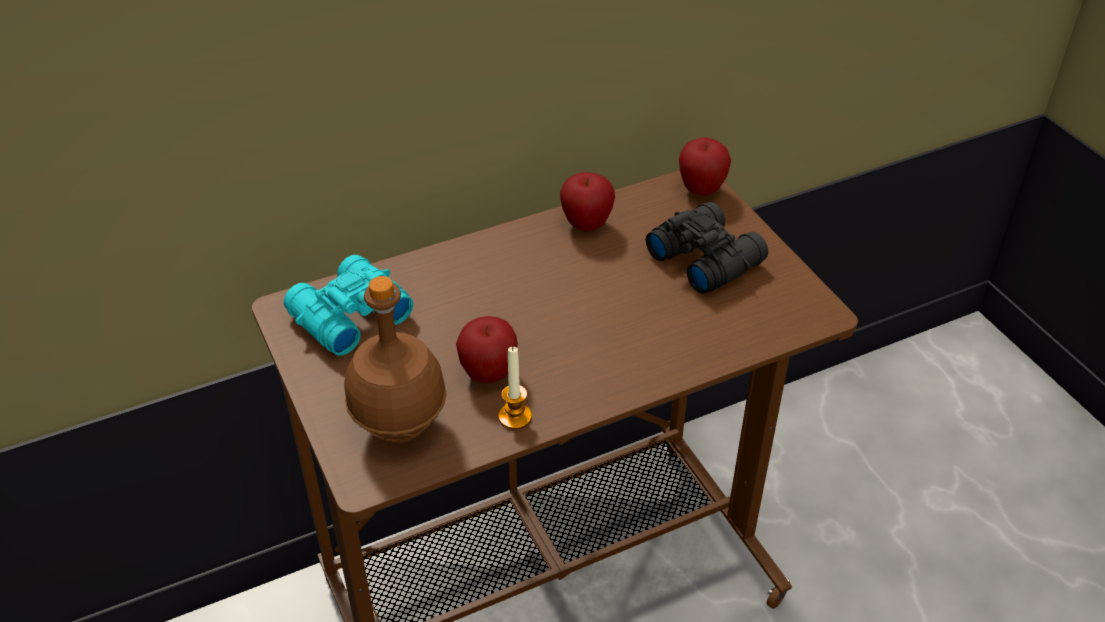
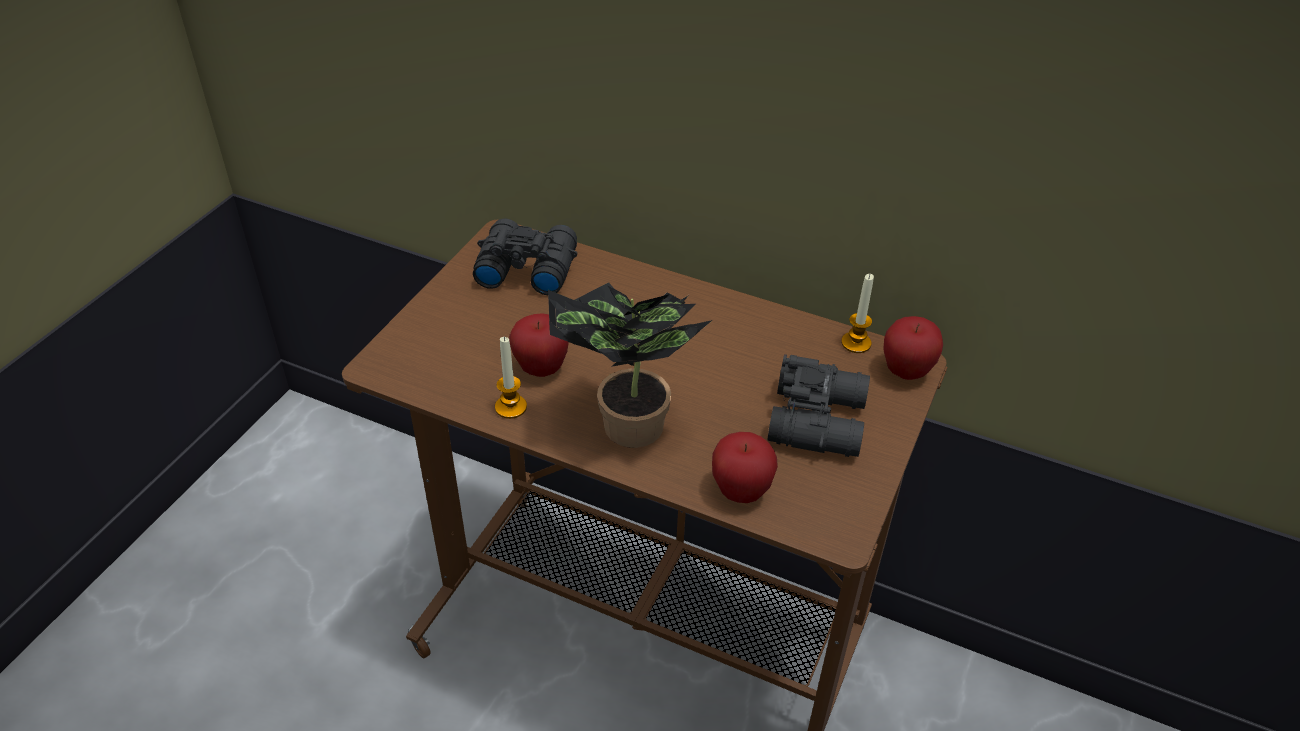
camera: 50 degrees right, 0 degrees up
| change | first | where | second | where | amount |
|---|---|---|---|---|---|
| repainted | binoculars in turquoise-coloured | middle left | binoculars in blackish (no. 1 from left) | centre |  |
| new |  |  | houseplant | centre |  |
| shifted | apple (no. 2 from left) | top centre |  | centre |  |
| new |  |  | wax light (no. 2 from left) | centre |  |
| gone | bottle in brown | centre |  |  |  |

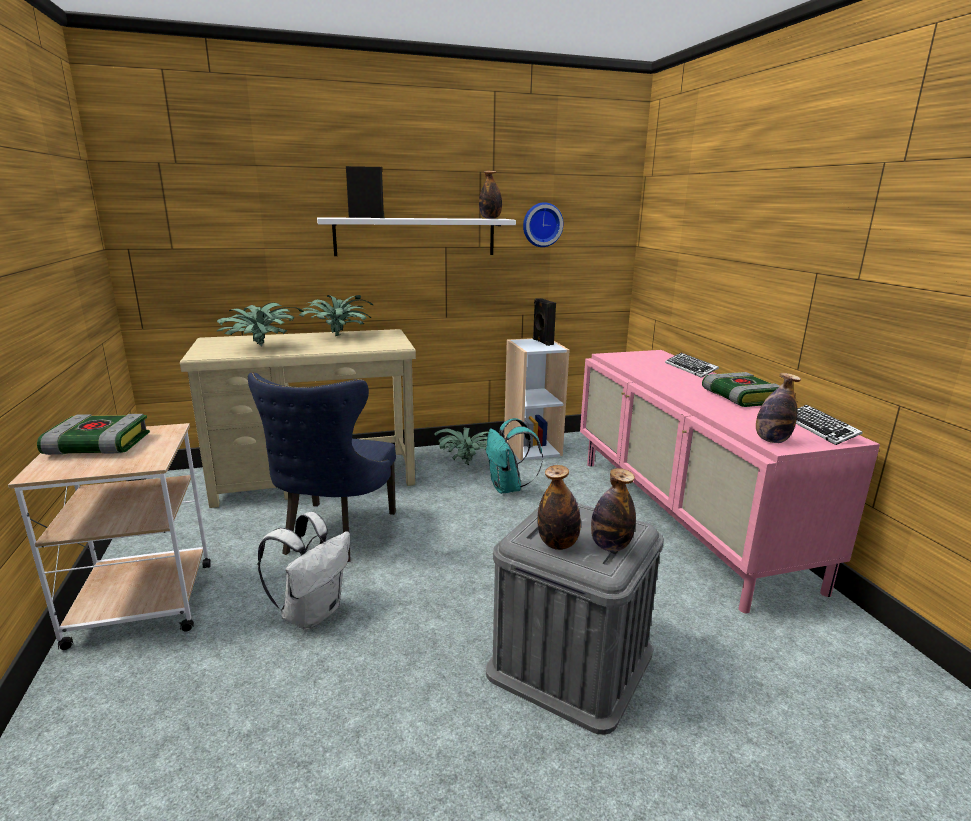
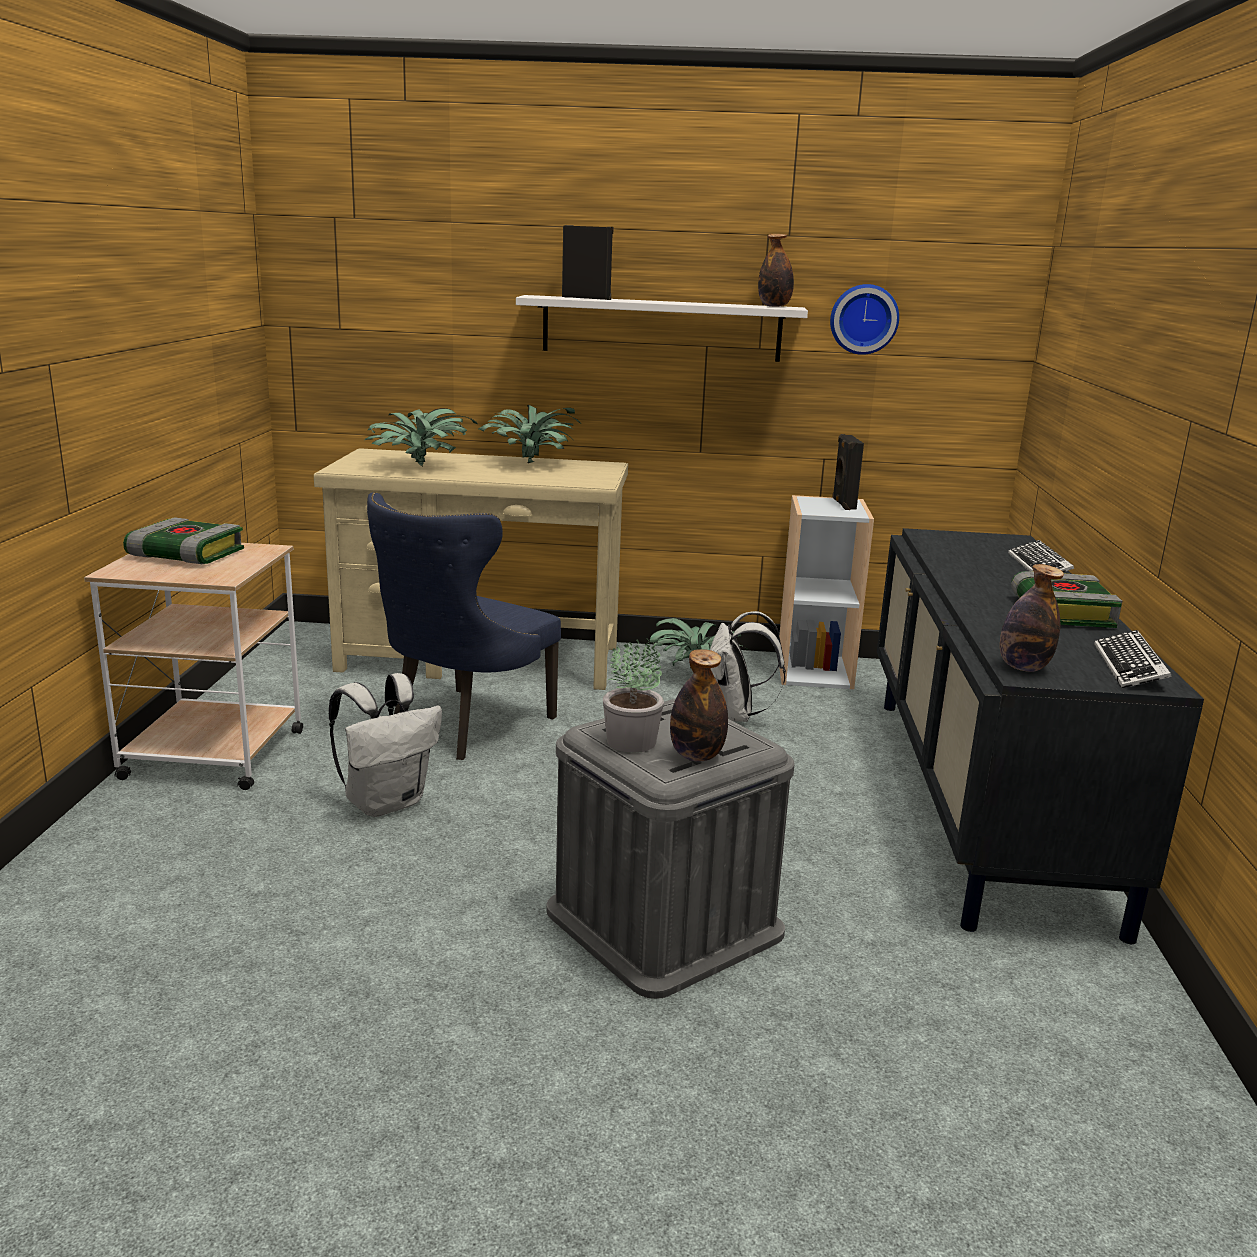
camera: 20 degrees right, 0 degrees up
| change | first | where | second | where | amount |
|---|---|---|---|---|---|
| swapped | bottle (no. 2 from left) | centre | houseplant (no. 3 from left) | centre |  |
| repainted | knapsack in turquoise-coloured | centre | knapsack in white (no. 2 from left) | centre |  |
| repainted | cupboard in pink | middle right | cupboard in blackish | middle right |  |

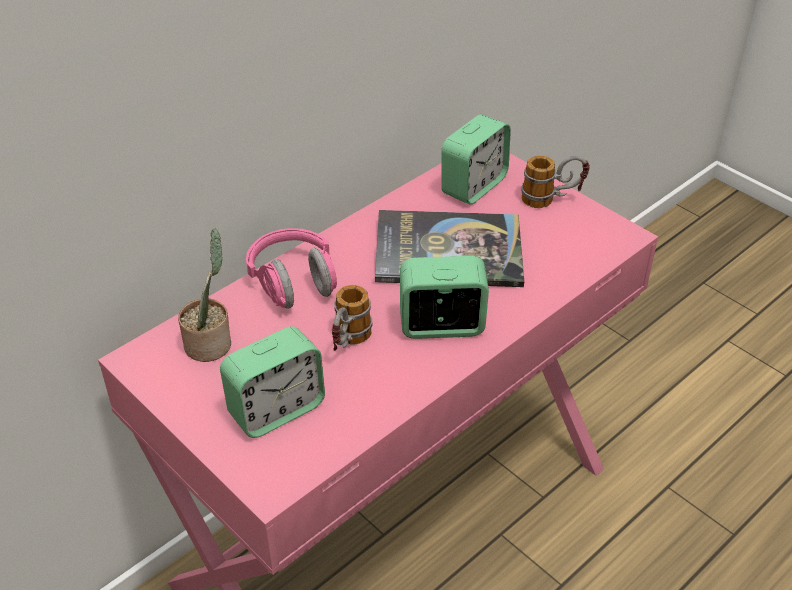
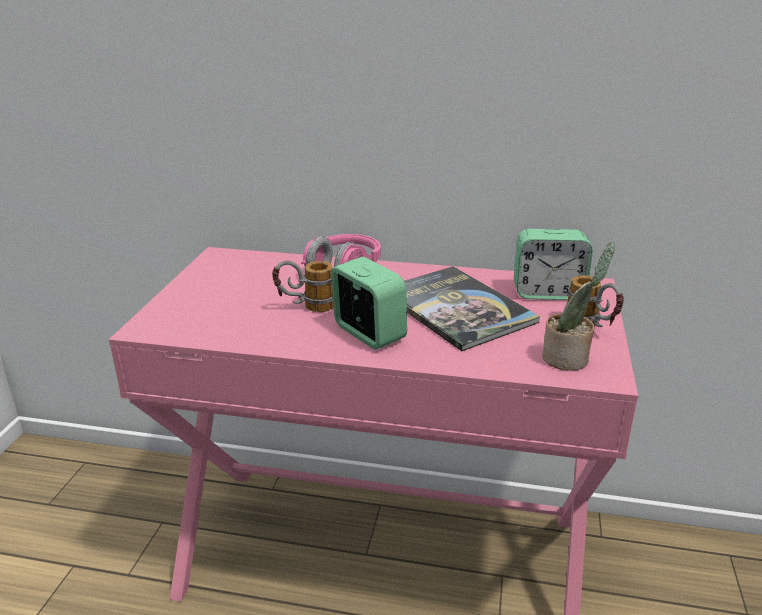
camera: 55 degrees right, 15 degrees down
| change | first | where | second | where | amount |
|---|---|---|---|---|---|
| shifted | houseplant | middle left |  | middle right |  |
| gone | bedside clock (no. 1 from left) | centre |  |  |  |

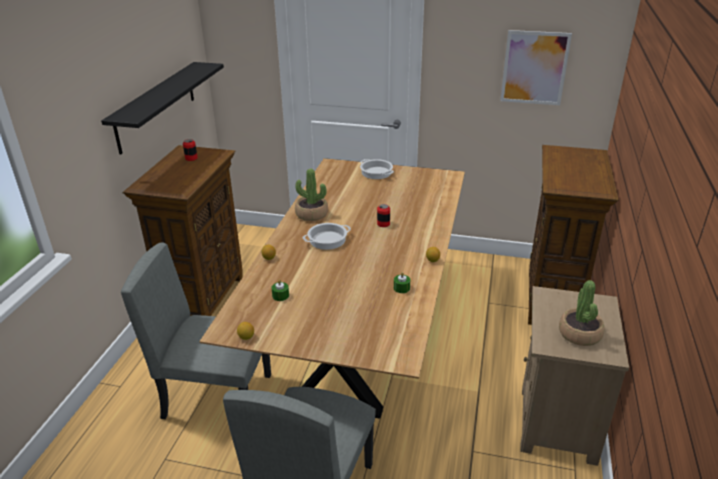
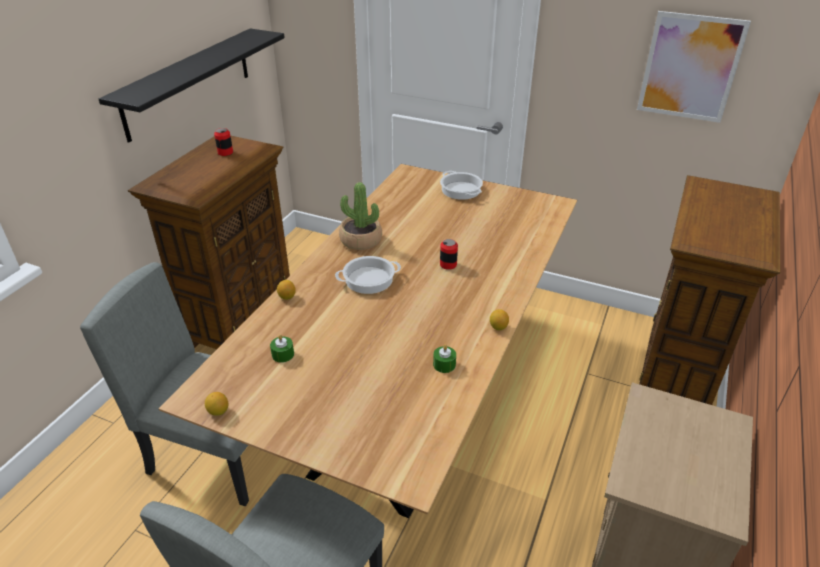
camera: 10 degrees right, 5 degrees up
| change | first | where | second | where | amount |
|---|---|---|---|---|---|
| gone | houseplant (no. 2 from left) | middle right |  |  |  |

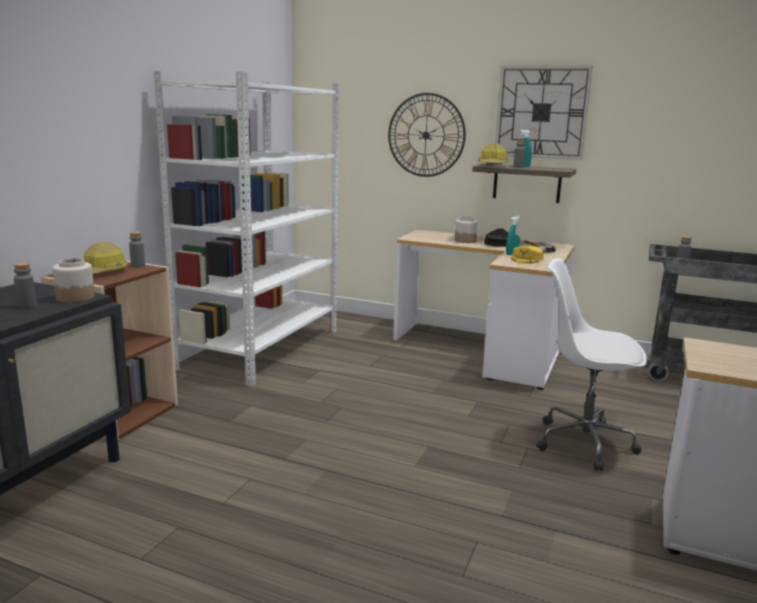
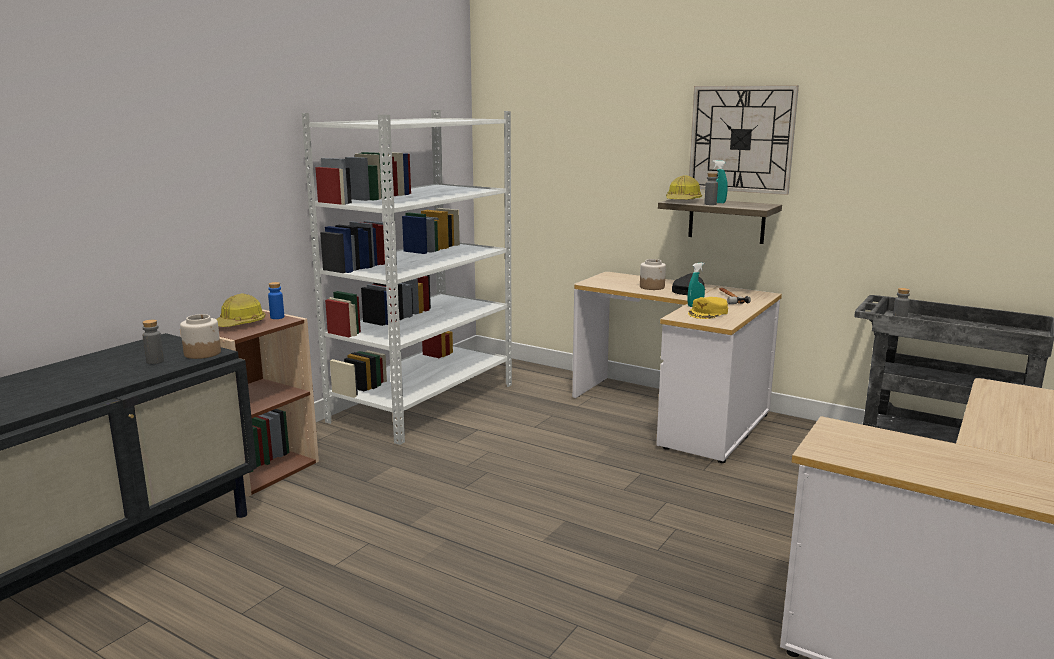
camera: 10 degrees right, 0 degrees up
| change | first | where | second | where | amount |
|---|---|---|---|---|---|
| repainted | bottle in greyish (no. 2 from left) | middle left | bottle in blue | middle left |  |
| gone | wall clock (no. 1 from left) | top centre |  |  |  |
| gone | computer chair in white | middle right |  |  |  |

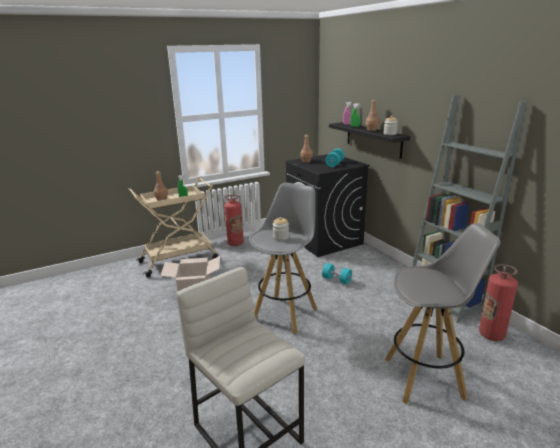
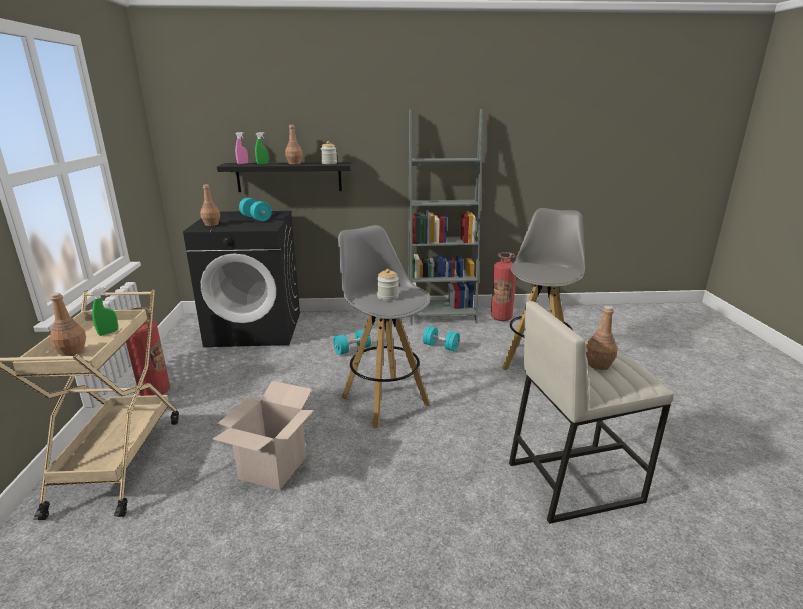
camera: 65 degrees left, 0 degrees up
| change | first | where | second | where | amount |
|---|---|---|---|---|---|
| new |  |  | free weight in turquoise-coloured (no. 3 from left) | centre |  |
| new |  |  | bottle in brown (no. 4 from left) | middle right |  |

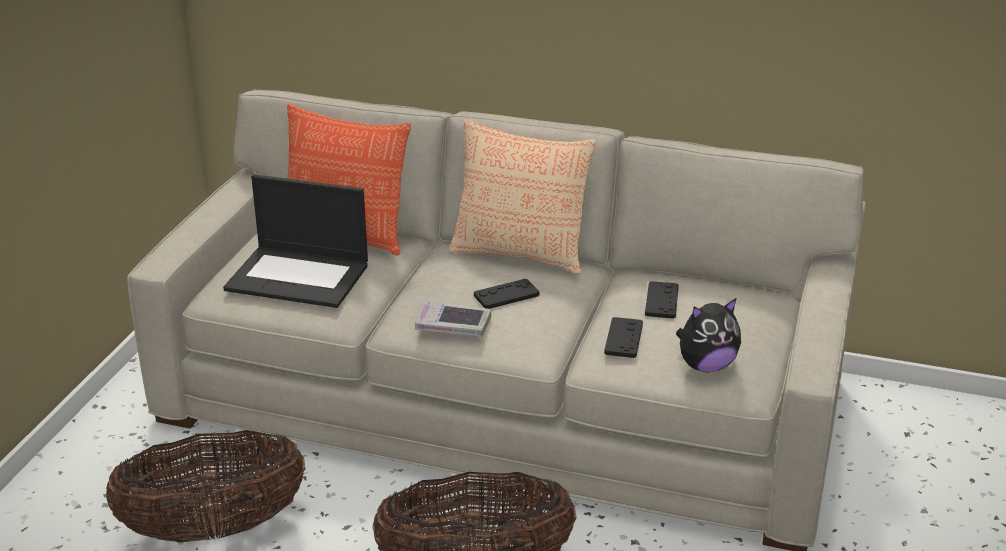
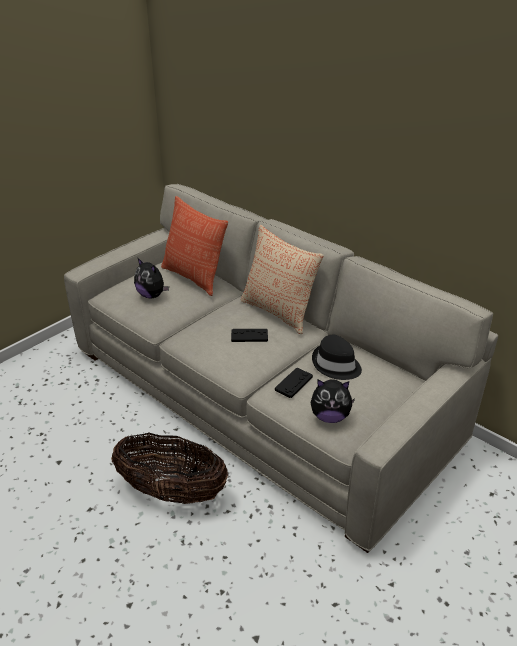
camera: 25 degrees right, 5 degrees up
| change | first | where | second | where | amount |
|---|---|---|---|---|---|
| swapped | notebook computer | middle left | cuddly toy (no. 1 from left) | middle left |  |
| swapped | joypad in blackish (no. 3 from left) | centre | clothing hat in blackish | centre |  |
| gone | household basket (no. 1 from left) | bottom left |  |  |  |
| gone | volume | centre |  |  |  |

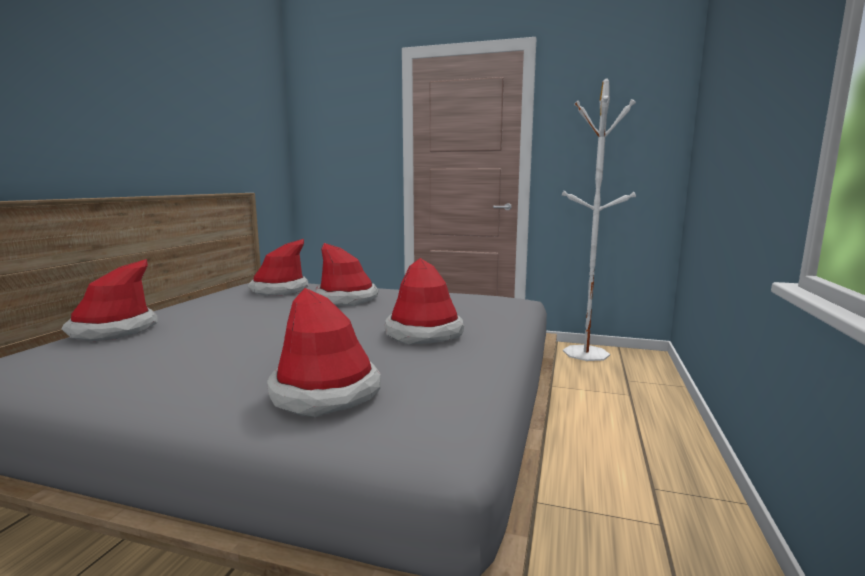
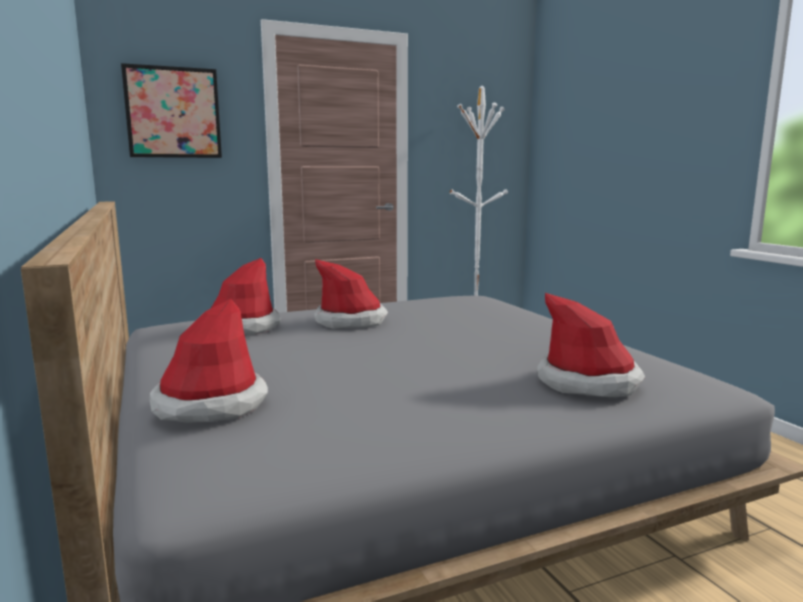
camera: 40 degrees left, 0 degrees up
| change | first | where | second | where | amount |
|---|---|---|---|---|---|
| new |  |  | wall picture | top left |  |
| gone | clothing hat (no. 5 from left) | centre |  |  |  |

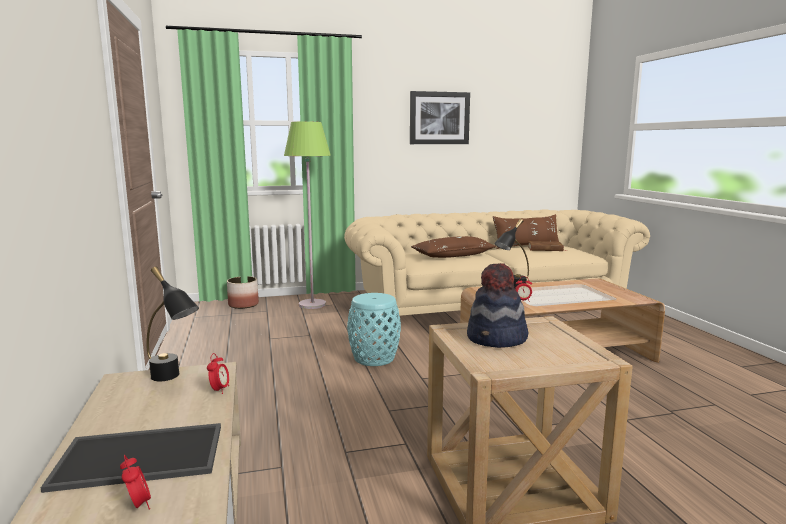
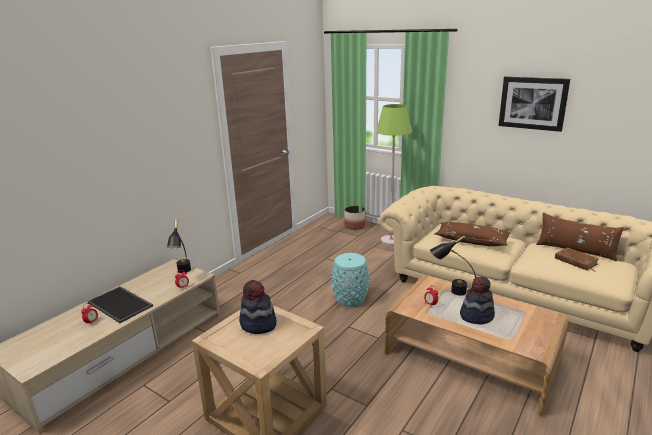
camera: 50 degrees right, 10 degrees up
| change | first | where | second | where | amount |
|---|---|---|---|---|---|
| new |  |  | clothing hat (no. 2 from left) | bottom right |  |

